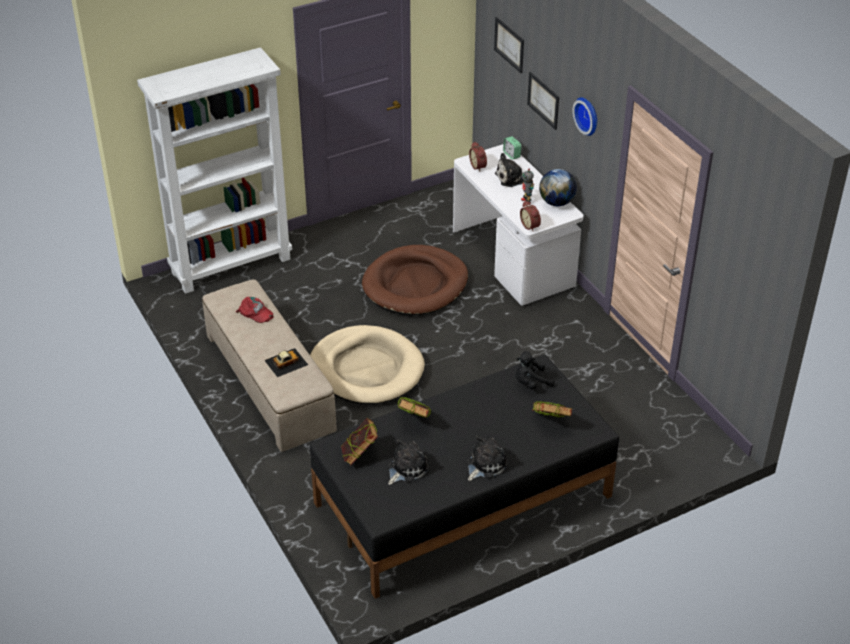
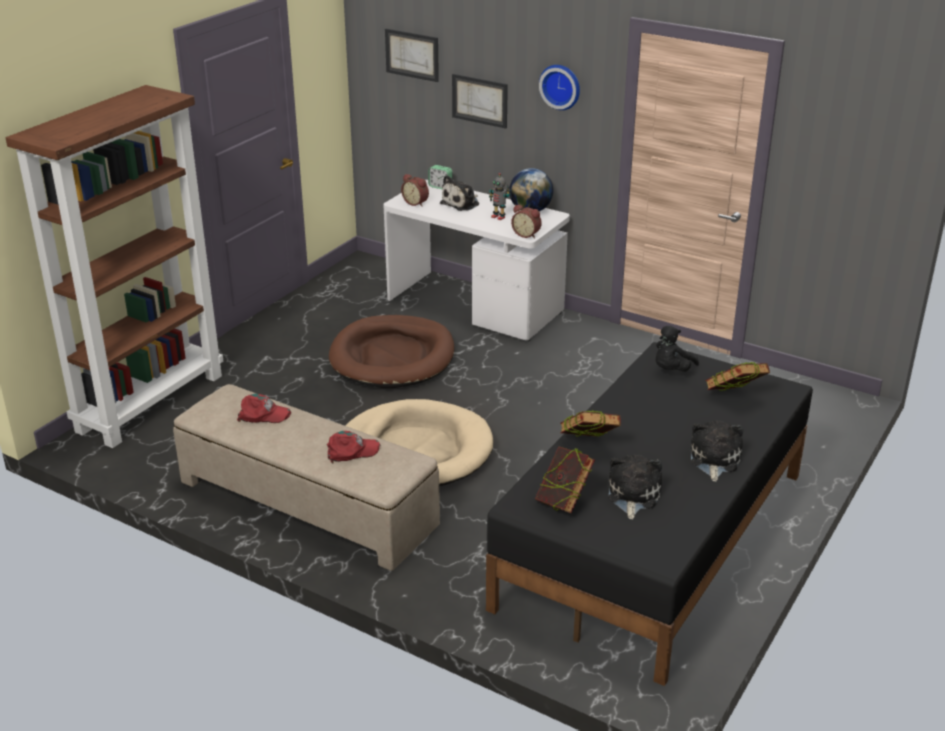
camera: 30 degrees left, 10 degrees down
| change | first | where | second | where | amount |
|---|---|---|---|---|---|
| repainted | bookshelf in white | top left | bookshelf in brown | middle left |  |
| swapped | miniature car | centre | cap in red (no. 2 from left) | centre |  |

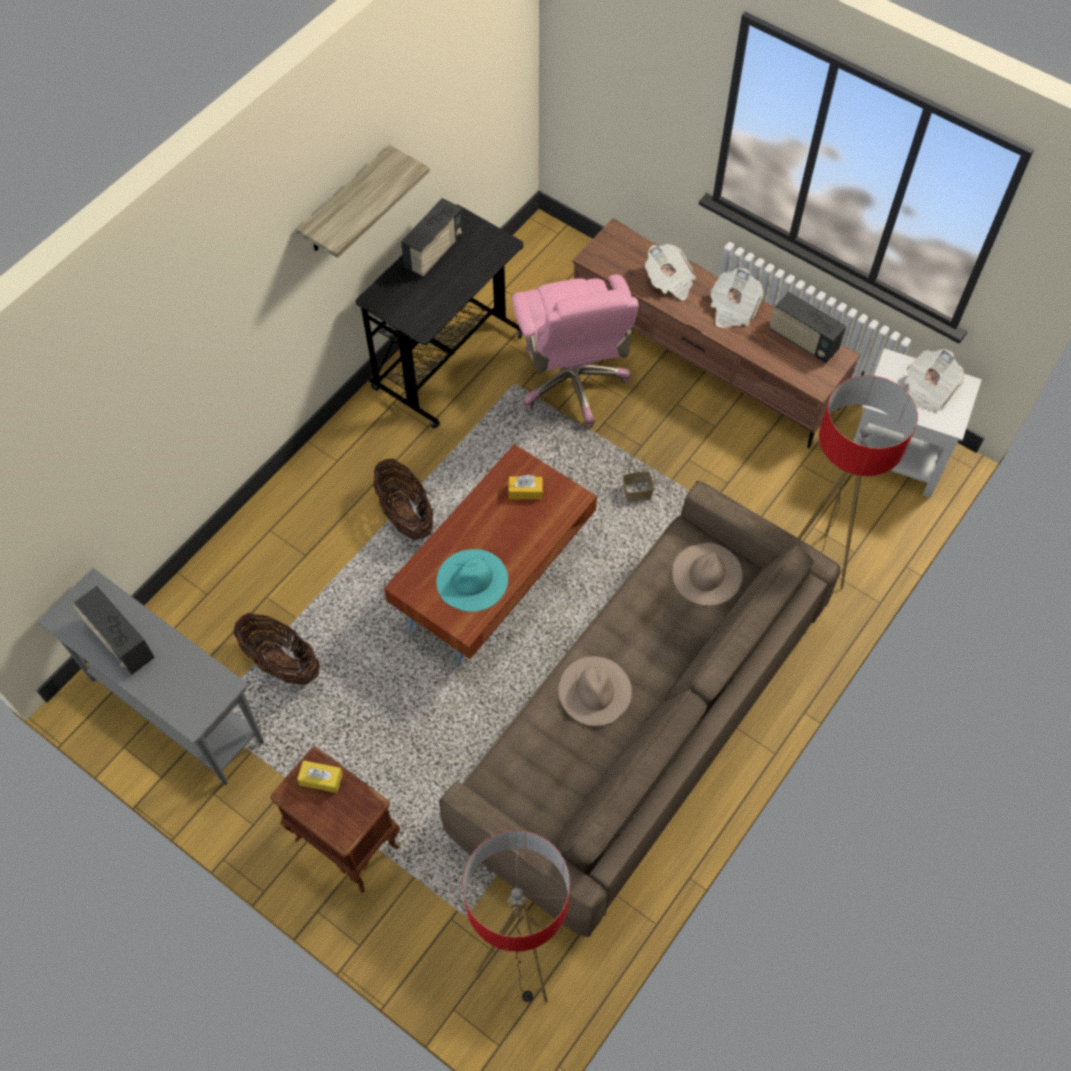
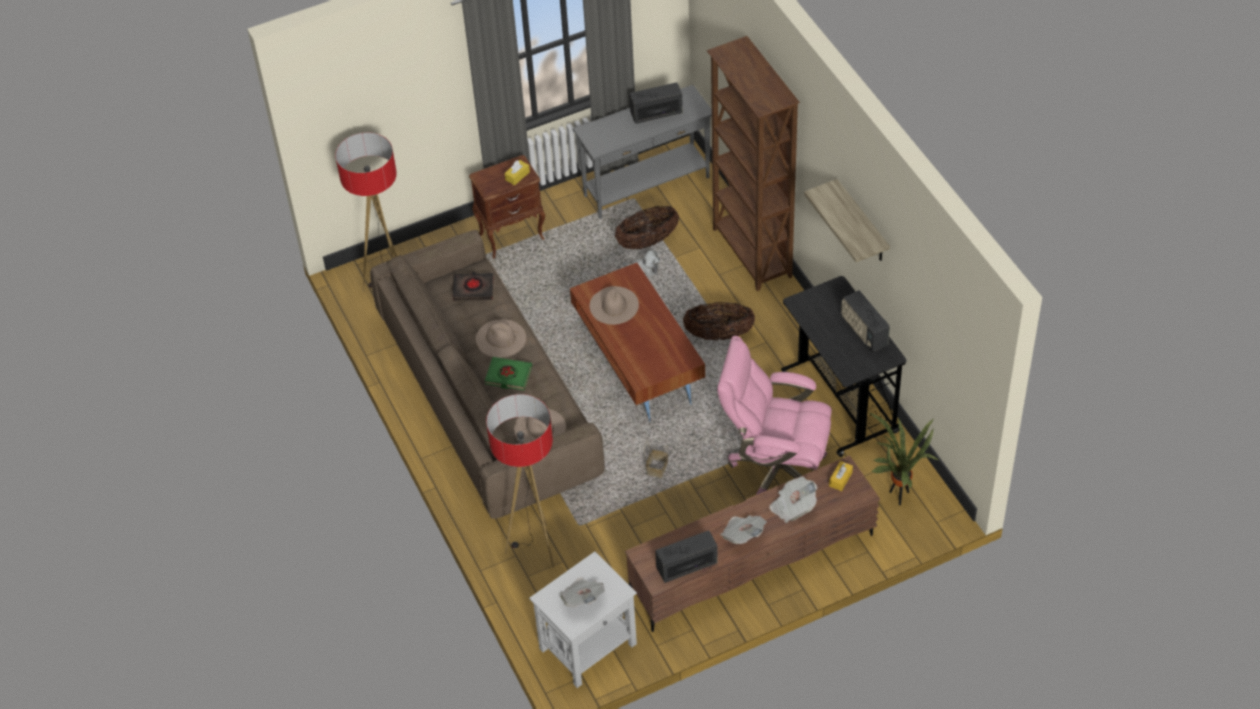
camera: 120 degrees right, 10 degrees down
| change | first | where | second | where | amount |
|---|---|---|---|---|---|
| new |  |  | volume in blackish | centre |  |
| new |  |  | volume in green | centre |  |
| repainted | clothing hat in turquoise-coloured | centre | clothing hat in sand-coloured (no. 3 from left) | centre |  |
| new |  |  | cuddly toy | centre |  |
| new |  |  | bookshelf in brown | top centre |  |
| shifted | box of tissues in yellowish (no. 2 from left) | centre |  | bottom right |  |
| new |  |  | houseplant | middle right |  |

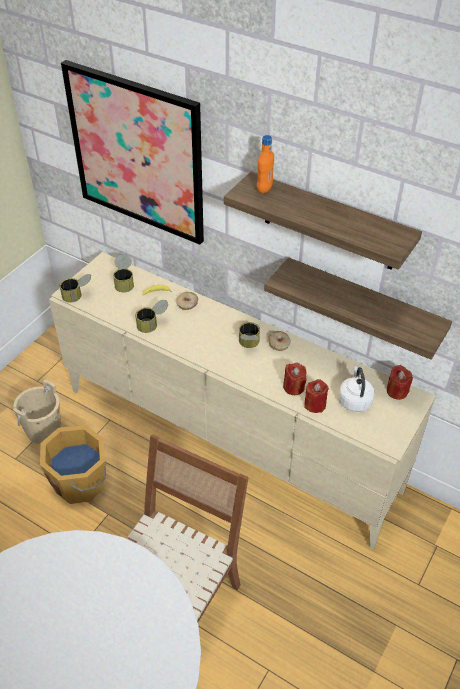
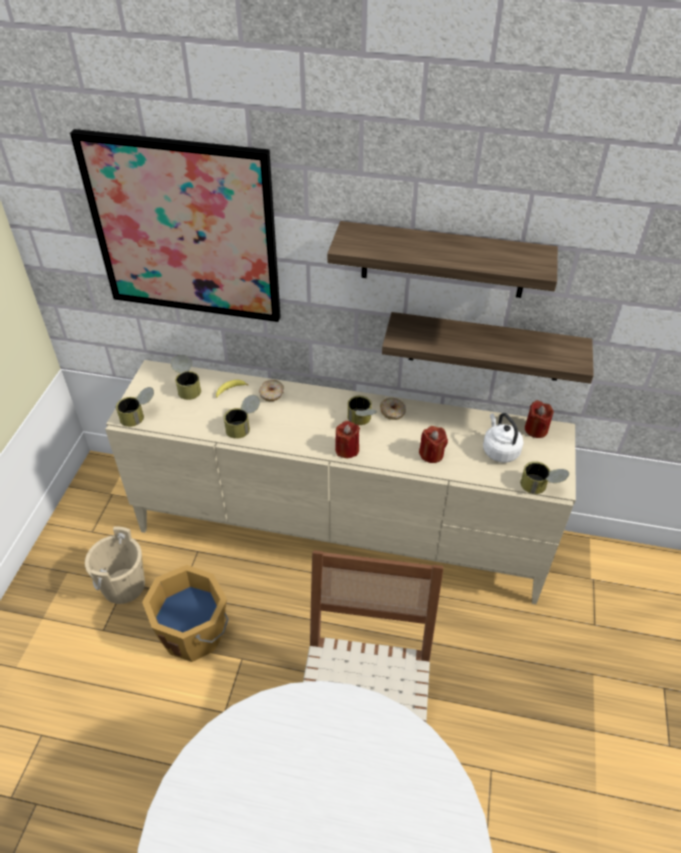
camera: 20 degrees left, 0 degrees up
| change | first | where | second | where | amount |
|---|---|---|---|---|---|
| shifted | wax light in red (no. 2 from left in the first image) | middle right | wax light in red (no. 1 from left) | centre |  |
| new |  |  | sealed can (no. 5 from left) | middle right |  |
| gone | bottle in orange | top centre |  |  |  |

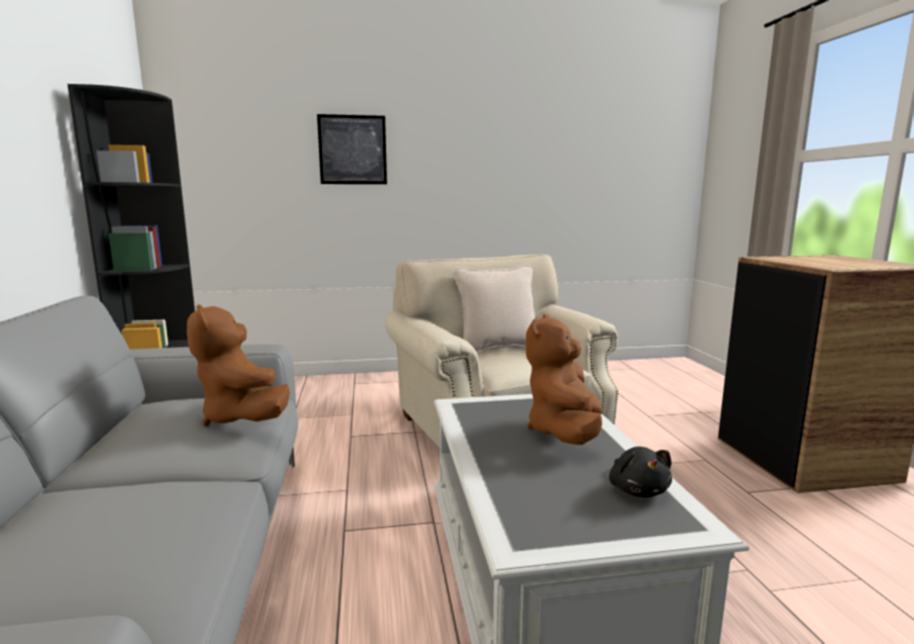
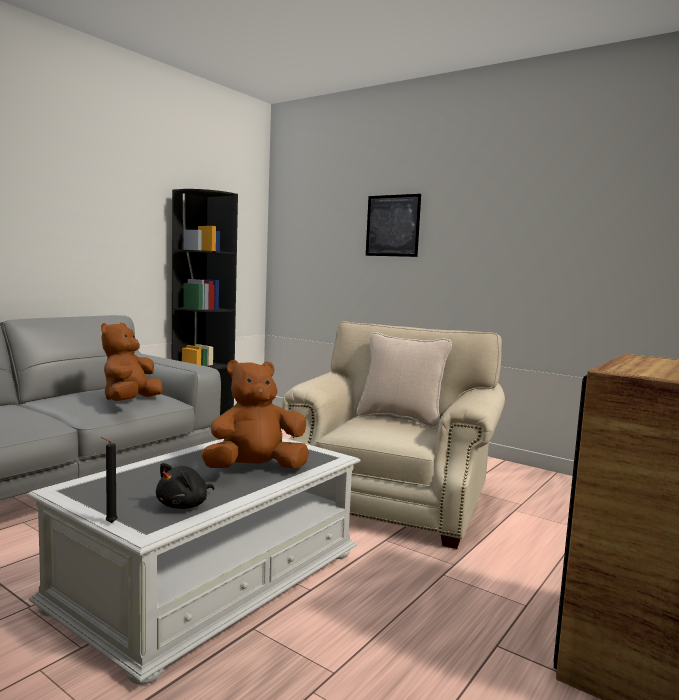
camera: 45 degrees right, 5 degrees down
| change | first | where | second | where | amount |
|---|---|---|---|---|---|
| new |  |  | wax light in blackish | bottom left |  |

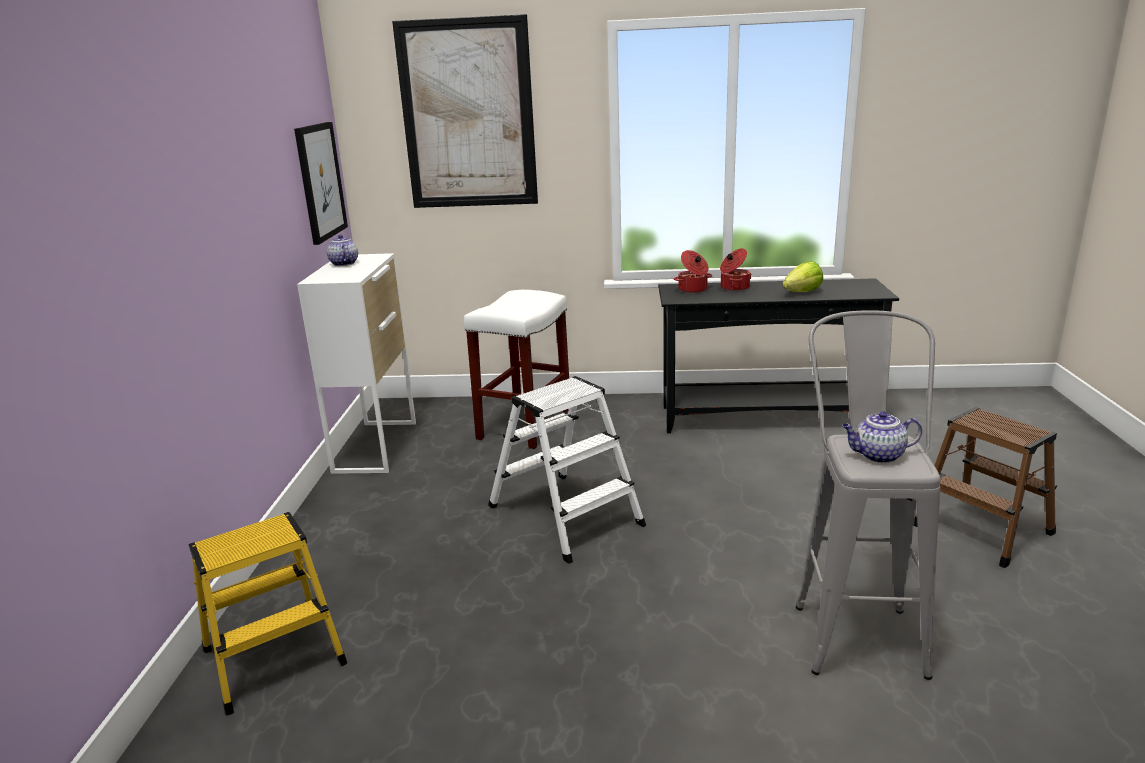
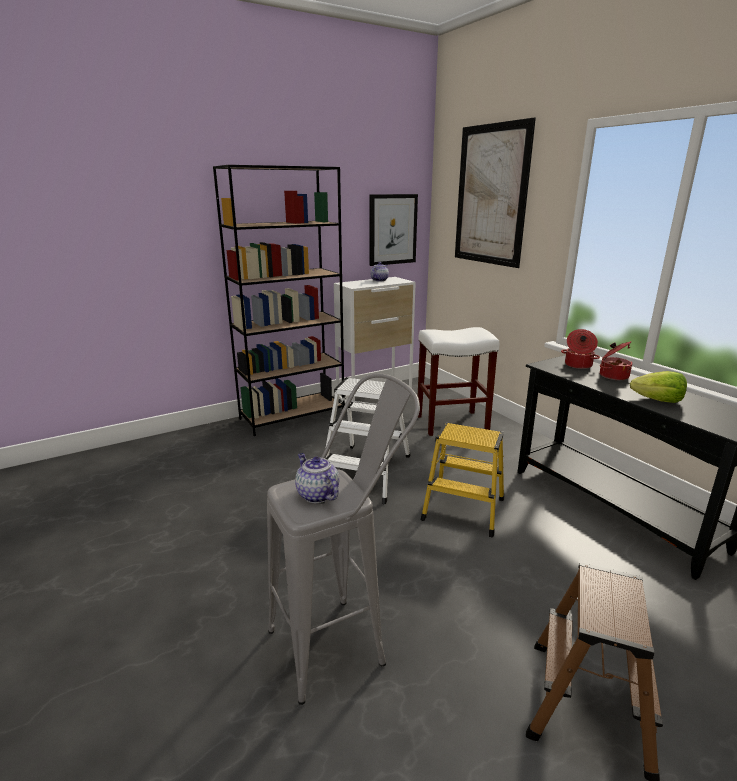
camera: 55 degrees right, 0 degrees up
| change | first | where | second | where | amount |
|---|---|---|---|---|---|
| new |  |  | bookshelf in sand-coloured | centre |  |
| shifted | stepladder in yellowish | bottom left |  | centre |  |

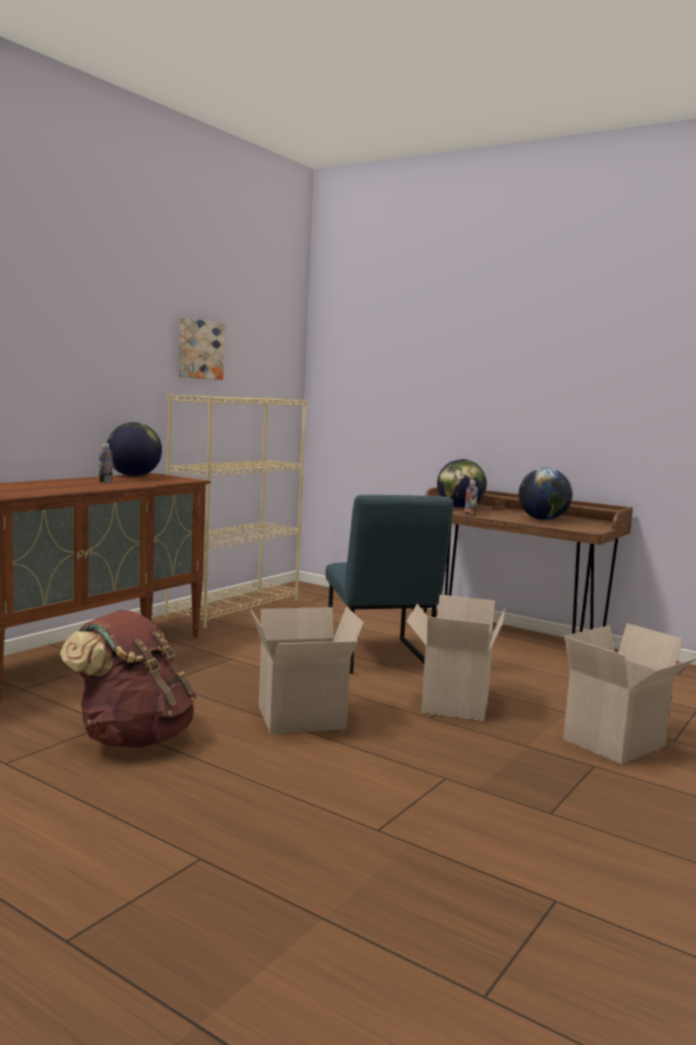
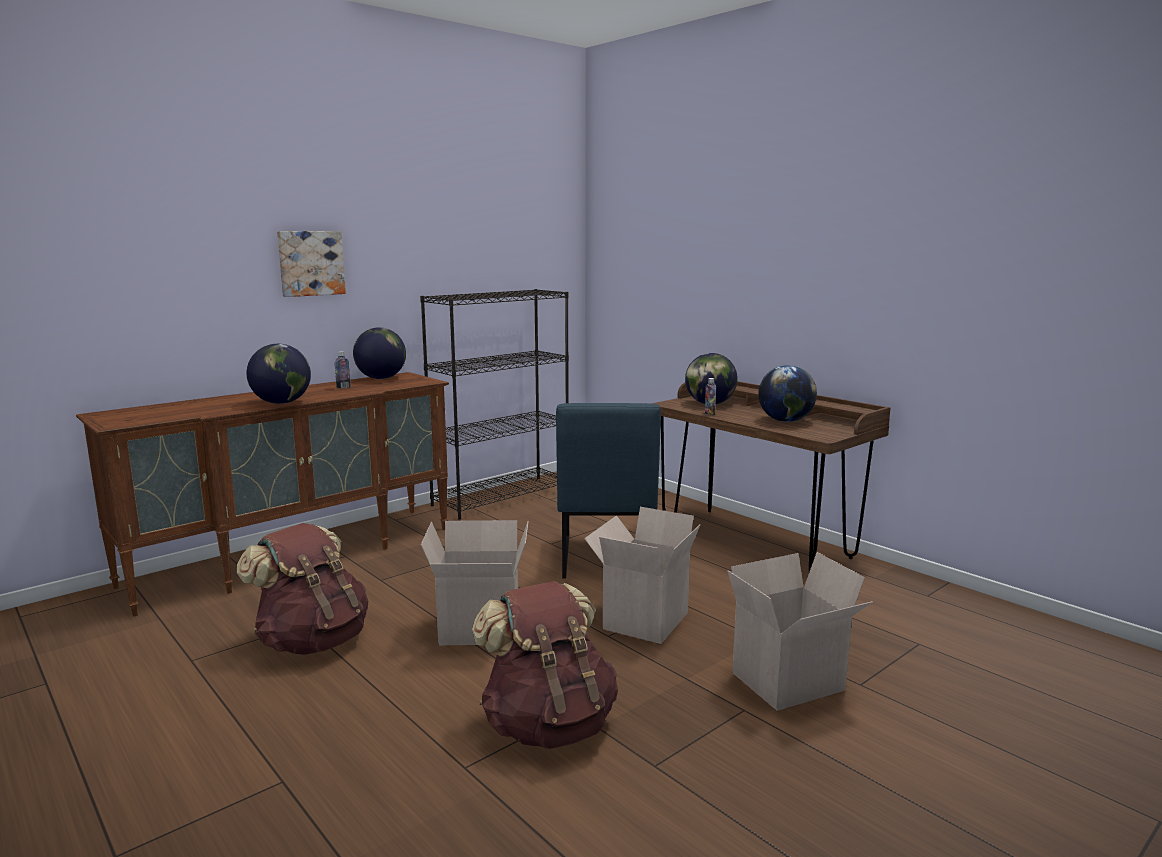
camera: 15 degrees right, 5 degrees up
| change | first | where | second | where | amount |
|---|---|---|---|---|---|
| new |  |  | globe (no. 1 from left) | middle left |  |
| shifted | wall picture | middle left |  | top left |  |
| repainted | bookshelf in sand-coloured | centre | bookshelf in blackish | centre |  |
| new |  |  | knapsack in brown (no. 2 from left) | bottom centre |  |

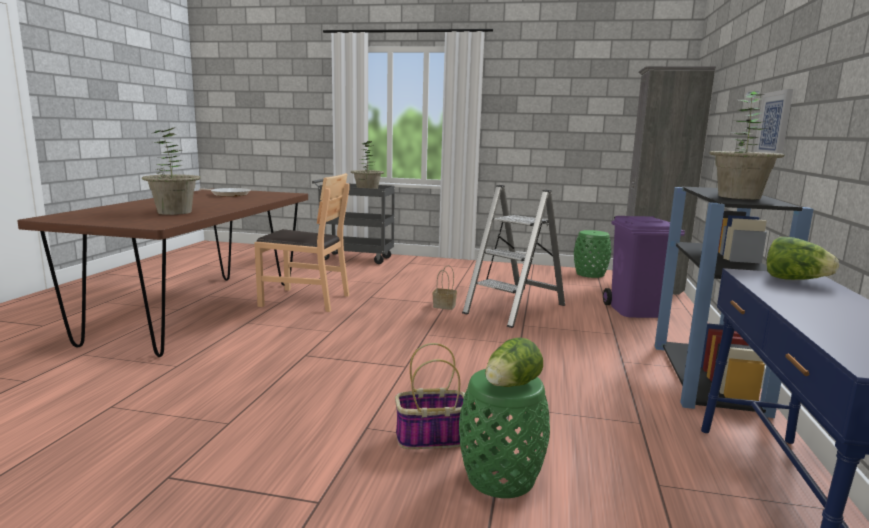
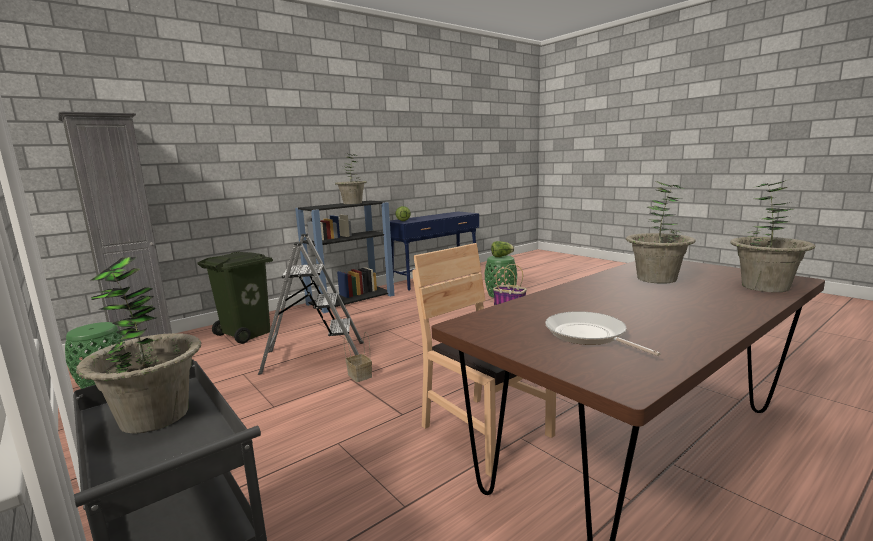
camera: 140 degrees left, 0 degrees up
| change | first | where | second | where | amount |
|---|---|---|---|---|---|
| repainted | waste bin in purplish | middle right | waste bin in green | middle left |  |
| new |  |  | houseplant (no. 4 from left) | middle right |  |
| gone | wall picture | top right |  |  |  |

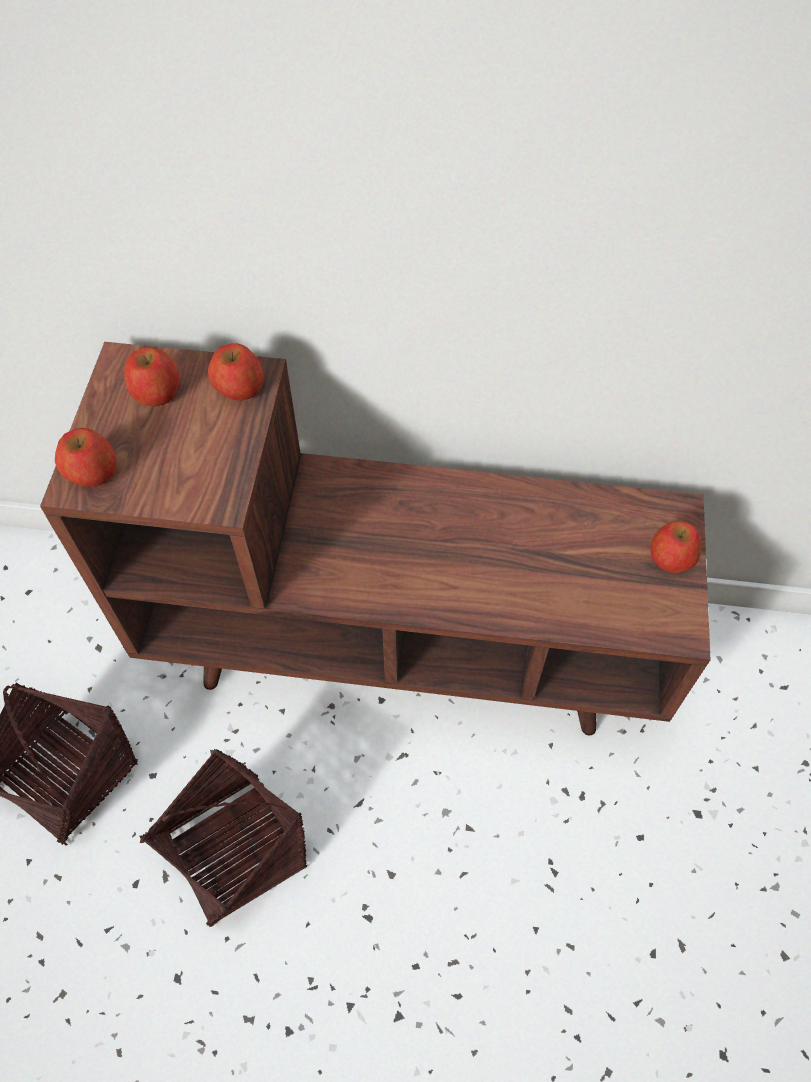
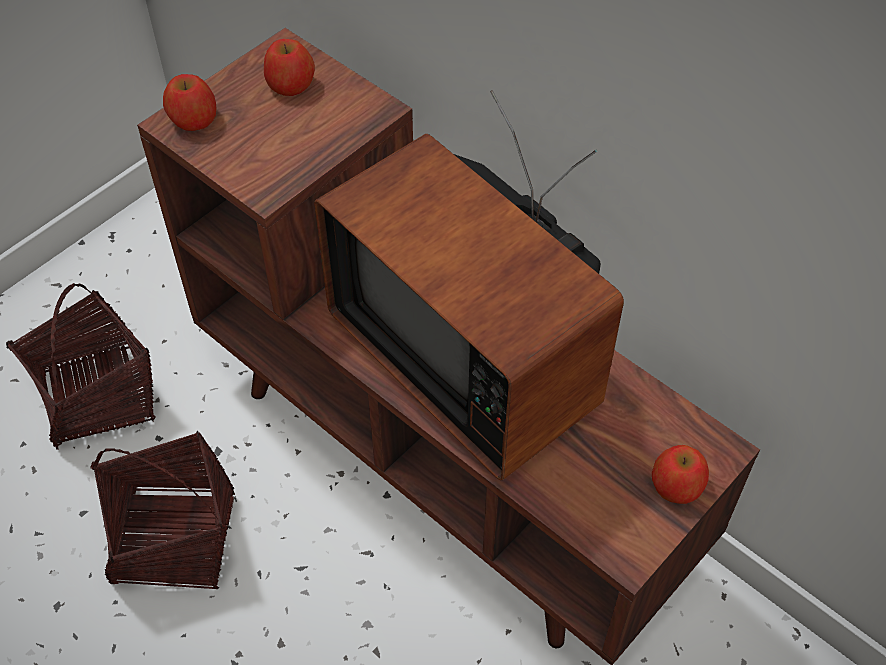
camera: 35 degrees right, 5 degrees down
| change | first | where | second | where | amount |
|---|---|---|---|---|---|
| new |  |  | TV | centre |  |
| gone | apple (no. 3 from left) | middle left |  |  |  |

